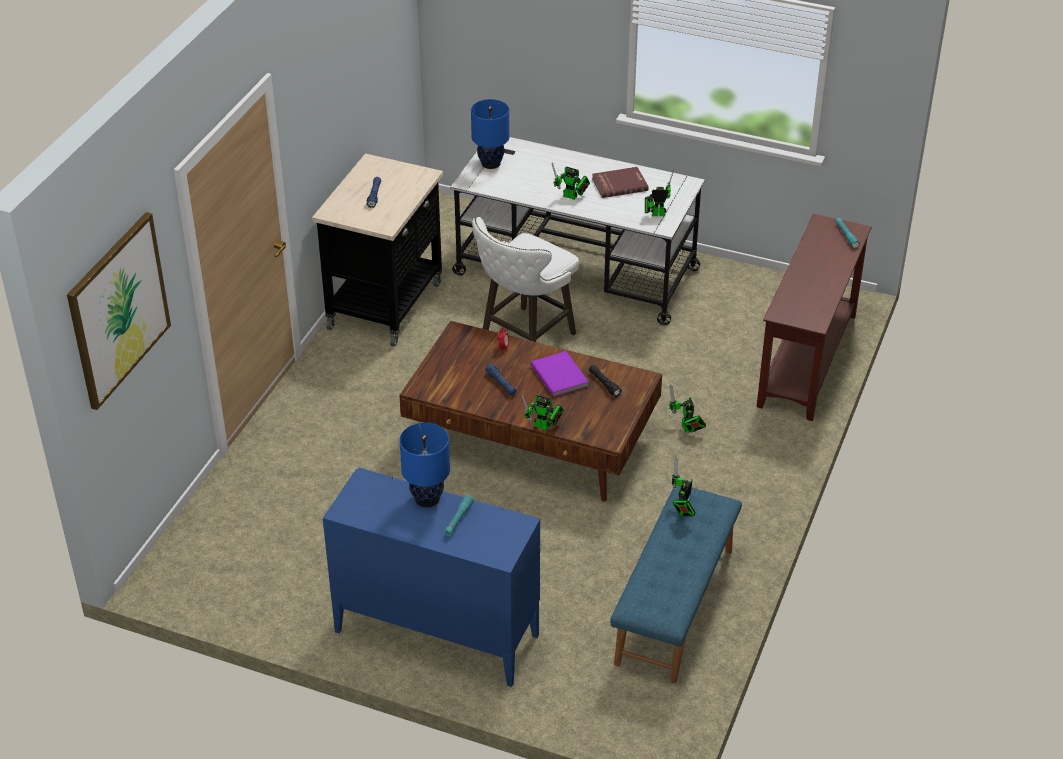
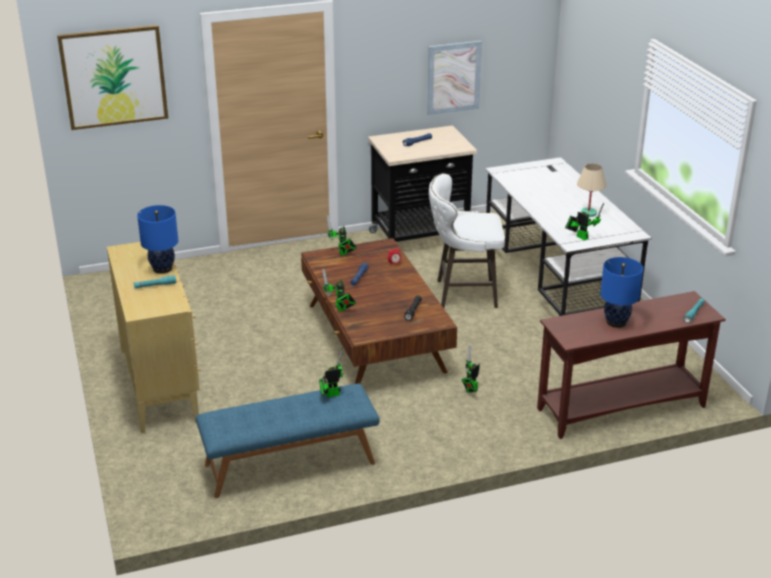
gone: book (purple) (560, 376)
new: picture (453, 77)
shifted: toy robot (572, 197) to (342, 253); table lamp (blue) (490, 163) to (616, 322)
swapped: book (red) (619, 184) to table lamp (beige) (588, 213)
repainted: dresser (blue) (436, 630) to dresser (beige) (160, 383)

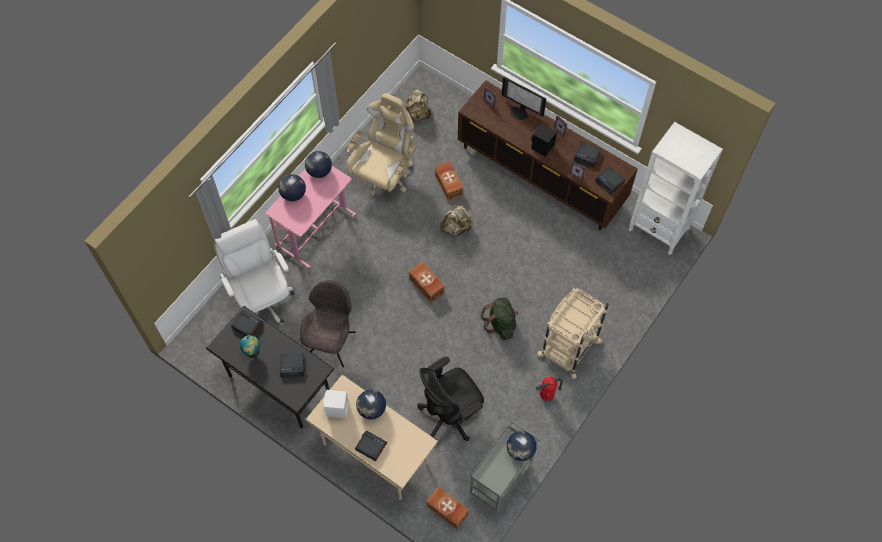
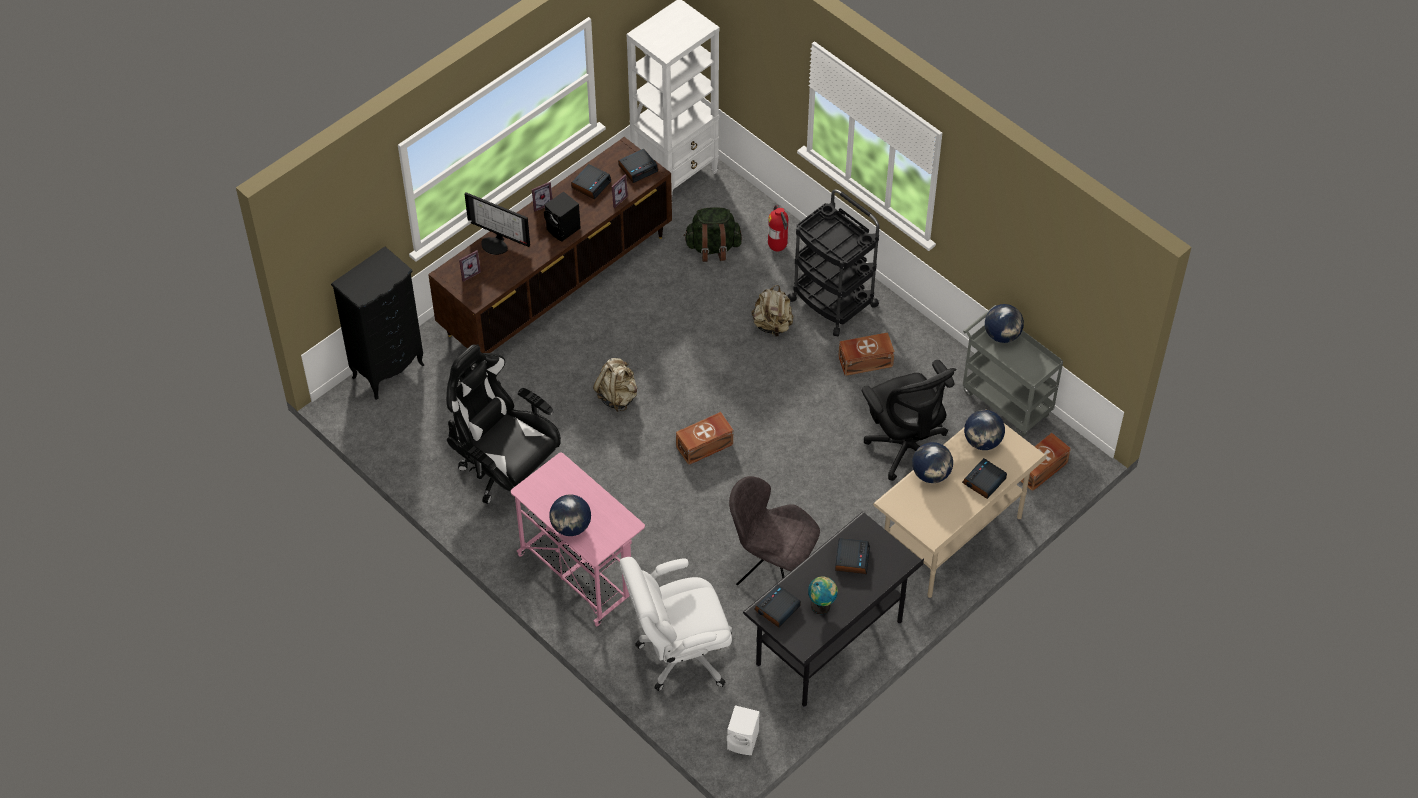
new: dresser (black) (389, 372)
shifted: backpack (green) (500, 323) to (713, 248); speaker (white) (337, 410) to (744, 741); backpack (beige) (418, 114) to (772, 325); fire extinguisher (546, 396) to (778, 248); storage box (brown) (449, 184) to (864, 361); globe (319, 171) to (983, 442)
repainted: office chair (beige) (384, 177) to office chair (black) (507, 472); cart (beige) (568, 348) to cart (black) (832, 302)
rotated: monitor (520, 111) = (496, 244) 75 degrees clockwise

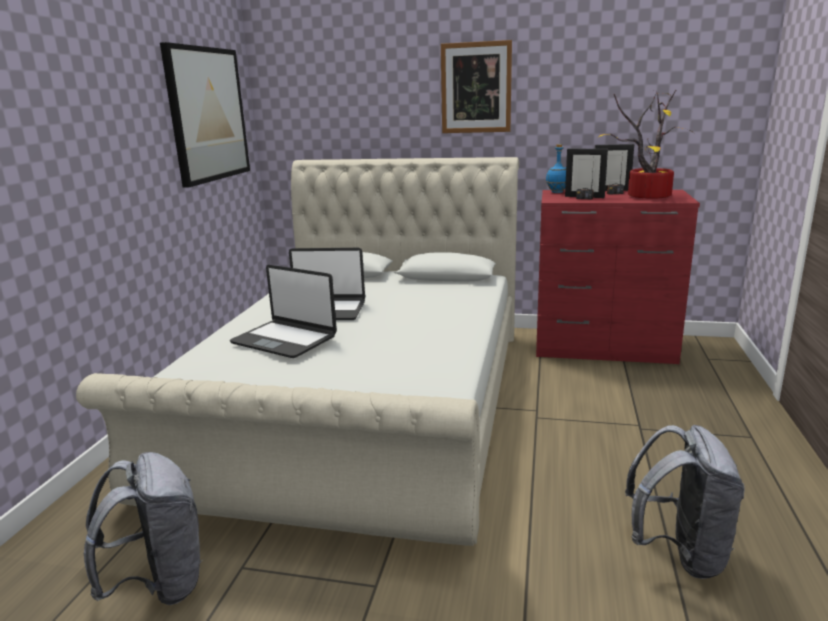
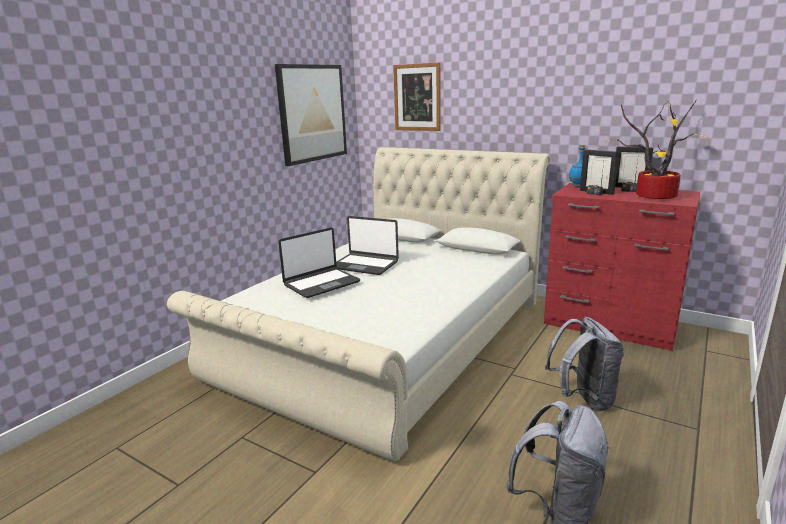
shifted: picture (476, 88) to (417, 97); backpack (grey) (160, 584) to (583, 399)
rotated: laptop (285, 339) = (321, 283) 90 degrees counterclockwise

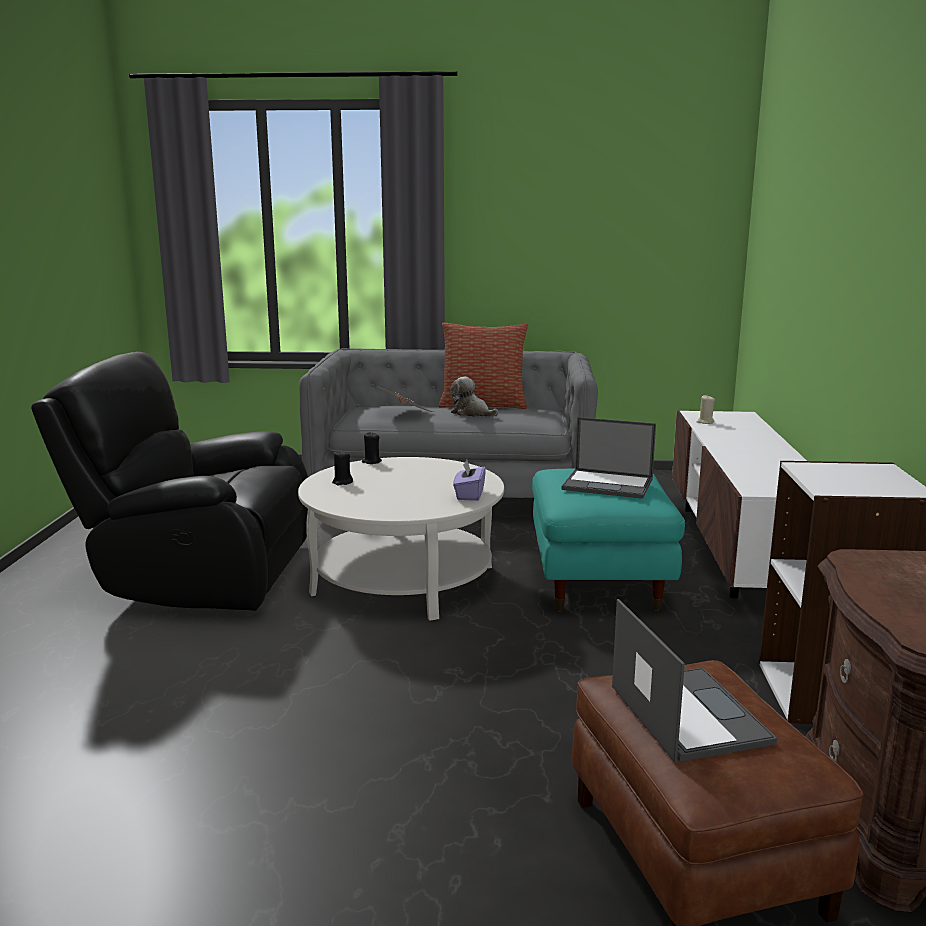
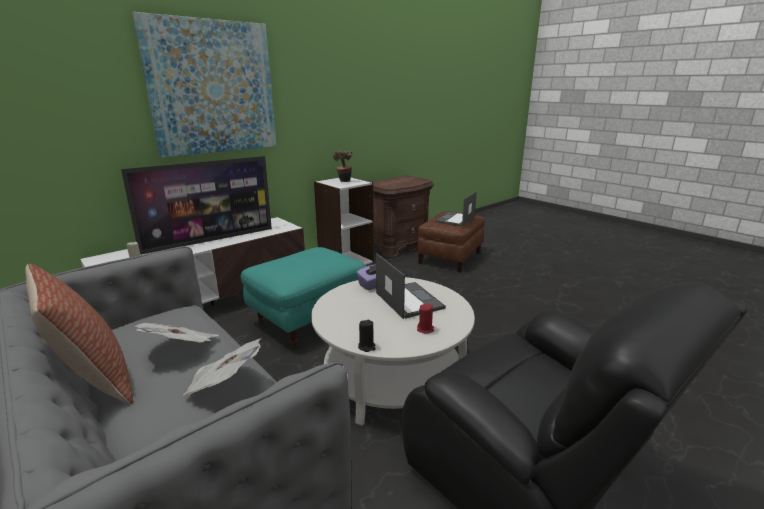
new: television (210, 240); picture (213, 88); potted plant (344, 182)
shifted: laptop (609, 484) to (408, 300)
swapped: plush toy (471, 413) to newspaper (182, 348)
repainted: candle (black) (342, 482) to candle (red) (425, 329)

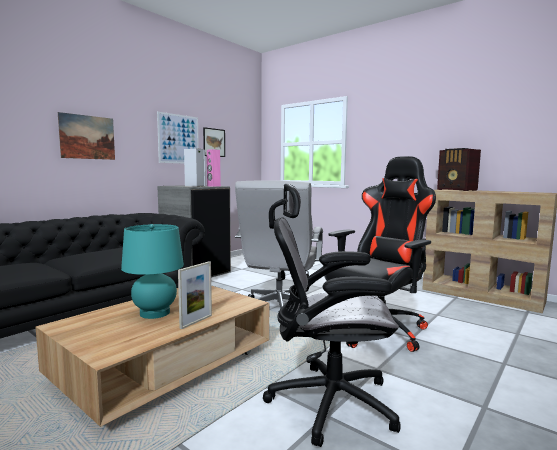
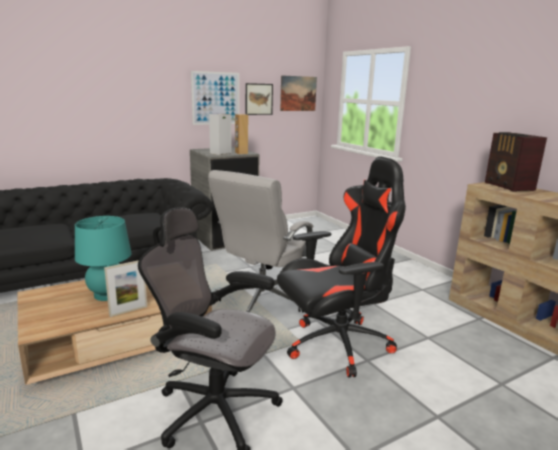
shifted: picture (87, 137) to (298, 93)
repainted: speaker (pink) (213, 186) to speaker (brown) (241, 153)

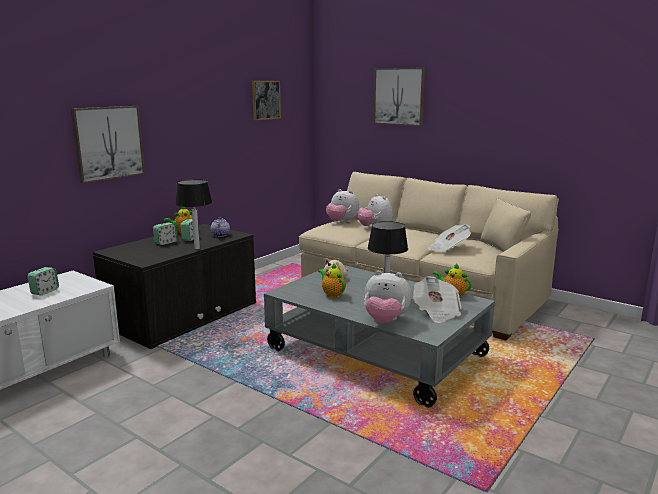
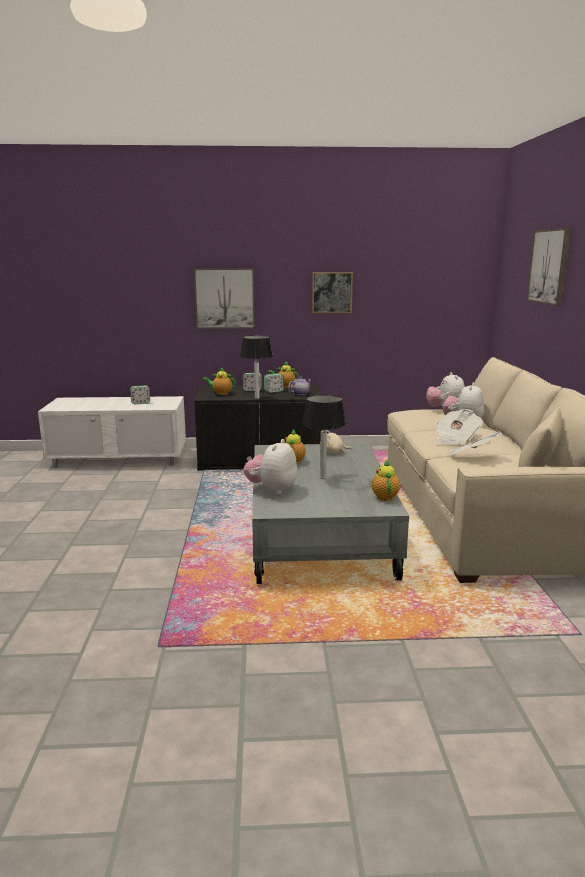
new: teapot (221, 393)
shifted: picture (265, 100) to (332, 292); newspaper (436, 312) to (455, 440)
rotated: plush toy (385, 321) = (272, 490) 45 degrees clockwise

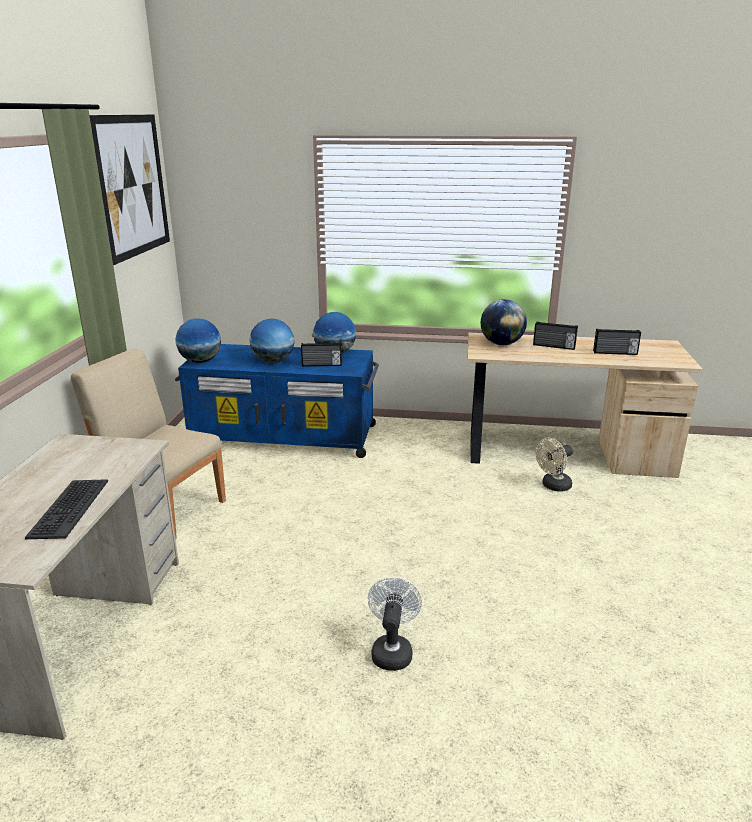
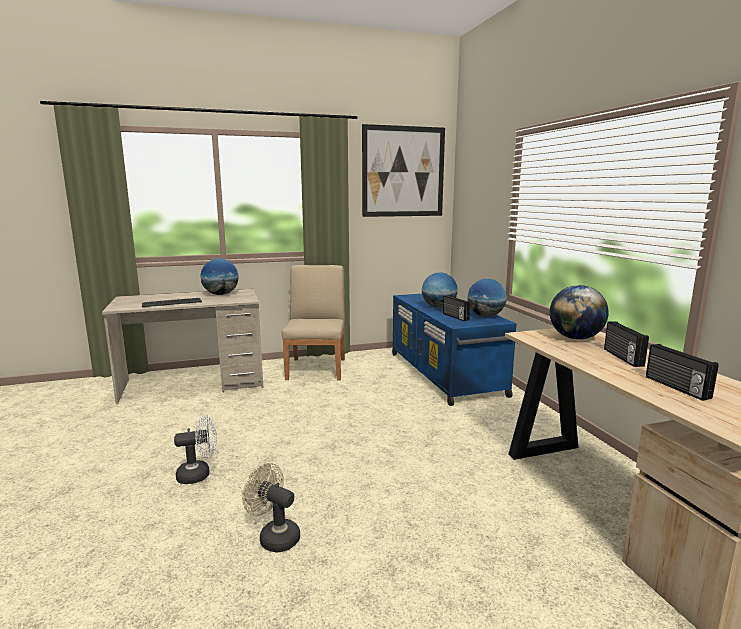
shifted: globe (200, 361) to (221, 294); fan (beige) (553, 486) to (274, 536)

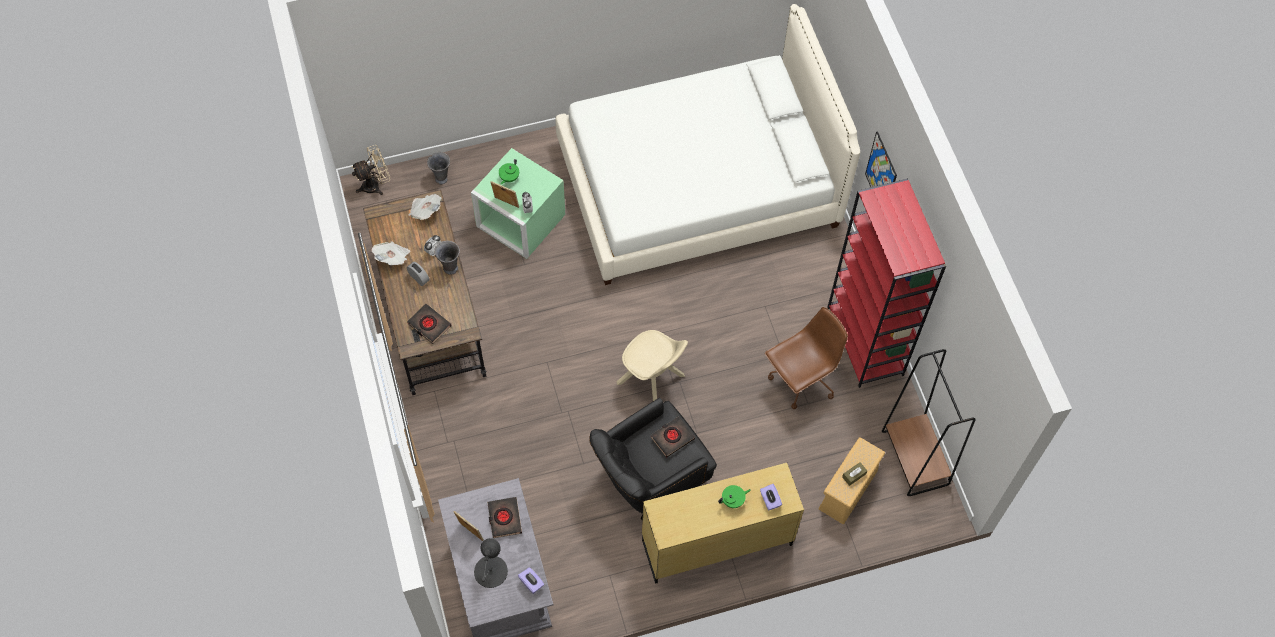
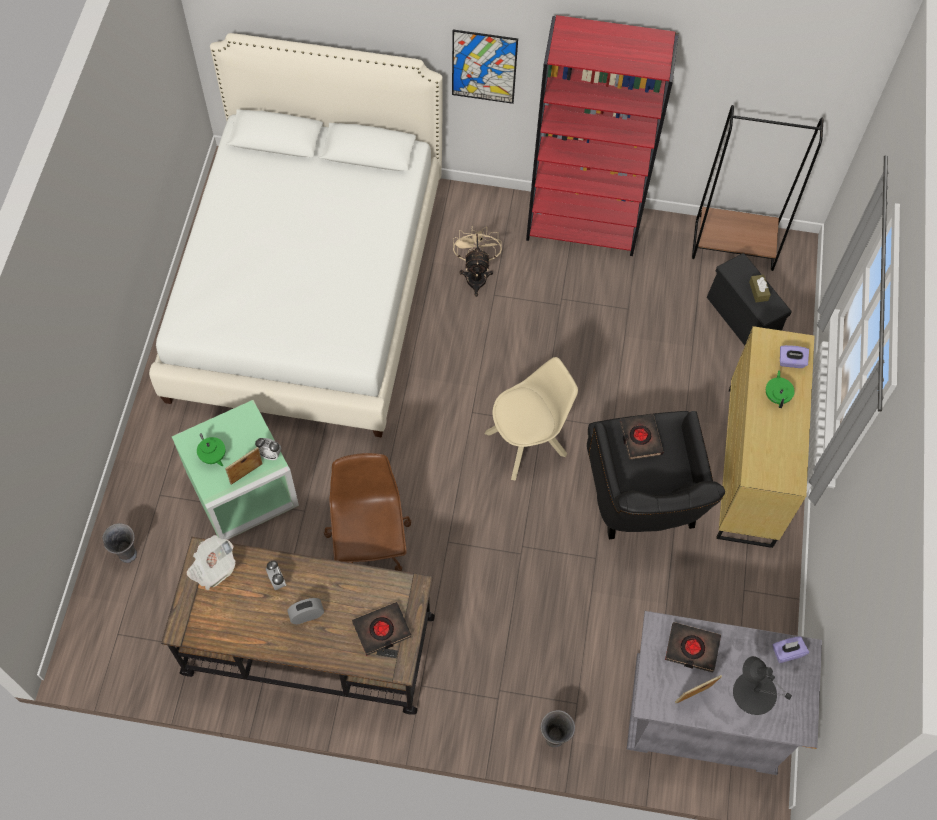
gone: newspaper (393, 258)
shifted: office chair (brown) (800, 381) to (370, 546); fan (beige) (375, 185) to (476, 275); vase (grey) (450, 268) to (553, 738)
repainted: storage box (beige) (847, 491) to storage box (black) (743, 320)

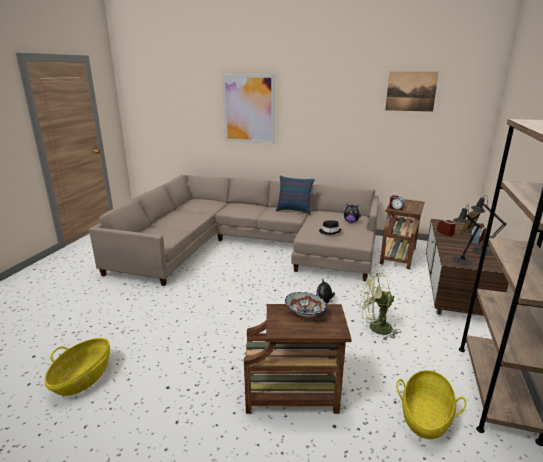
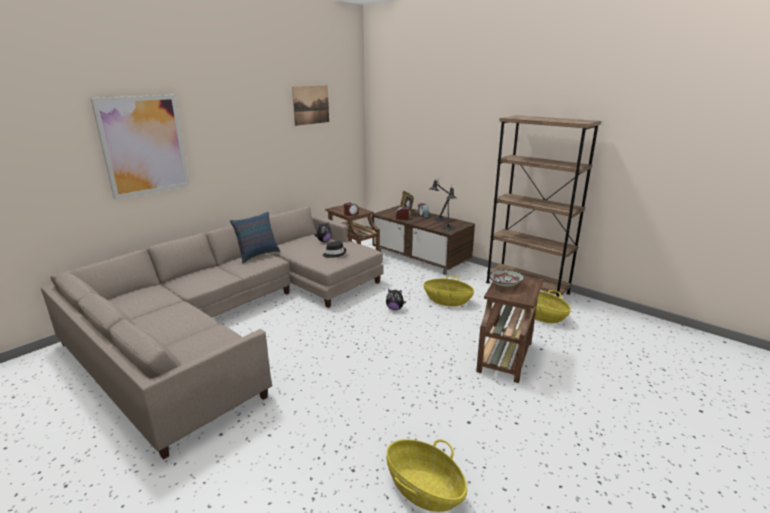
swapped: fan (green) (375, 329) to basket (447, 301)

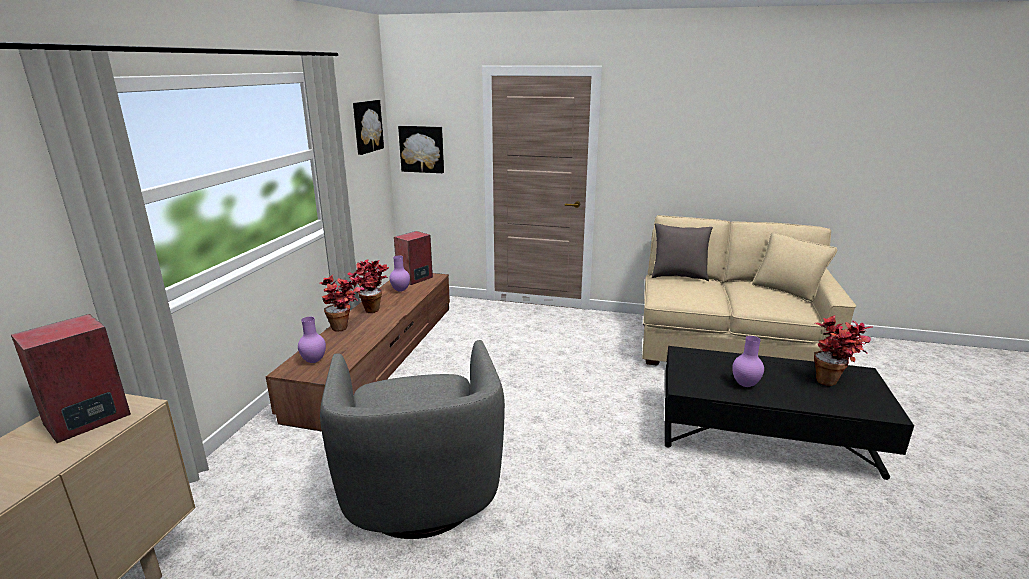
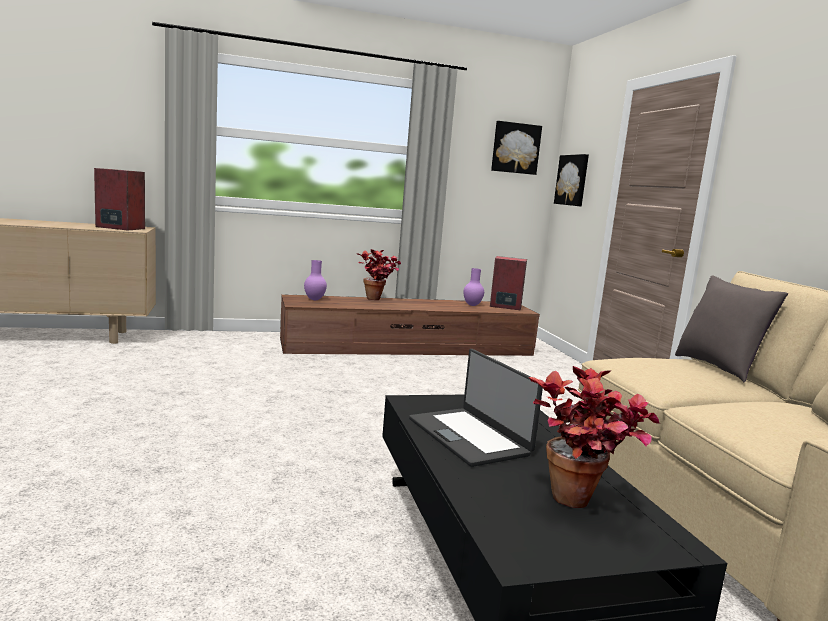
gone: armchair (grey) (420, 496); potted plant (372, 308)
swapped: vase (purple) (745, 384) to laptop (469, 436)

